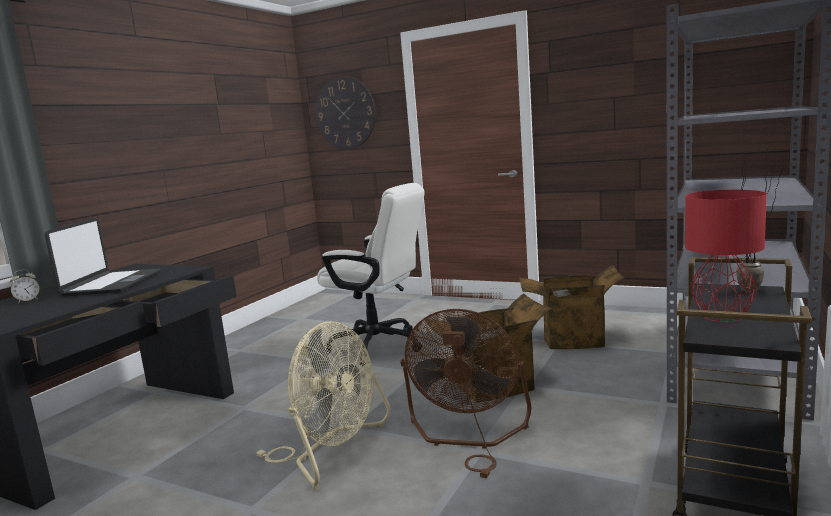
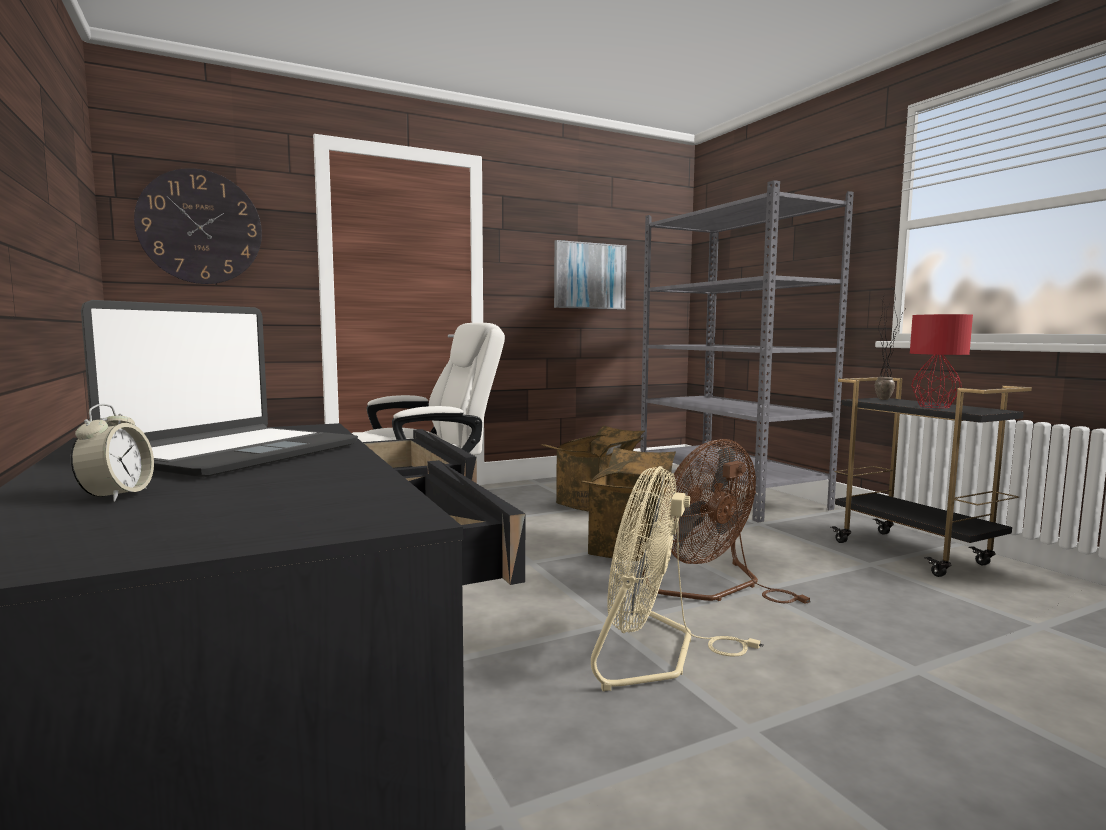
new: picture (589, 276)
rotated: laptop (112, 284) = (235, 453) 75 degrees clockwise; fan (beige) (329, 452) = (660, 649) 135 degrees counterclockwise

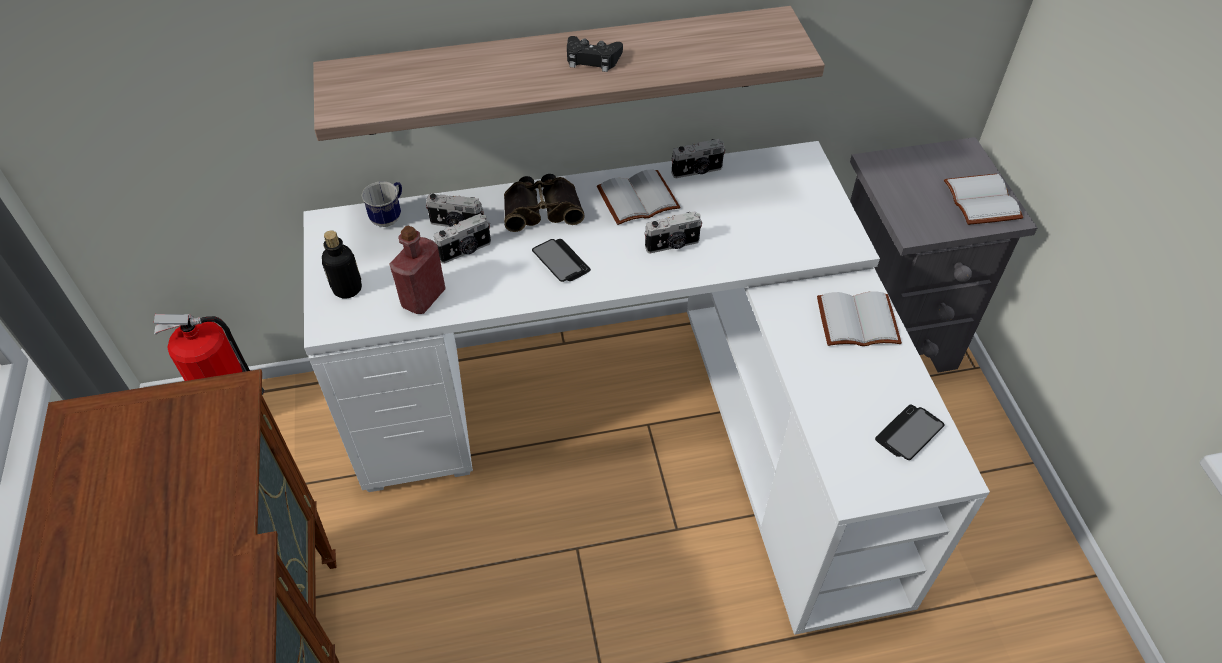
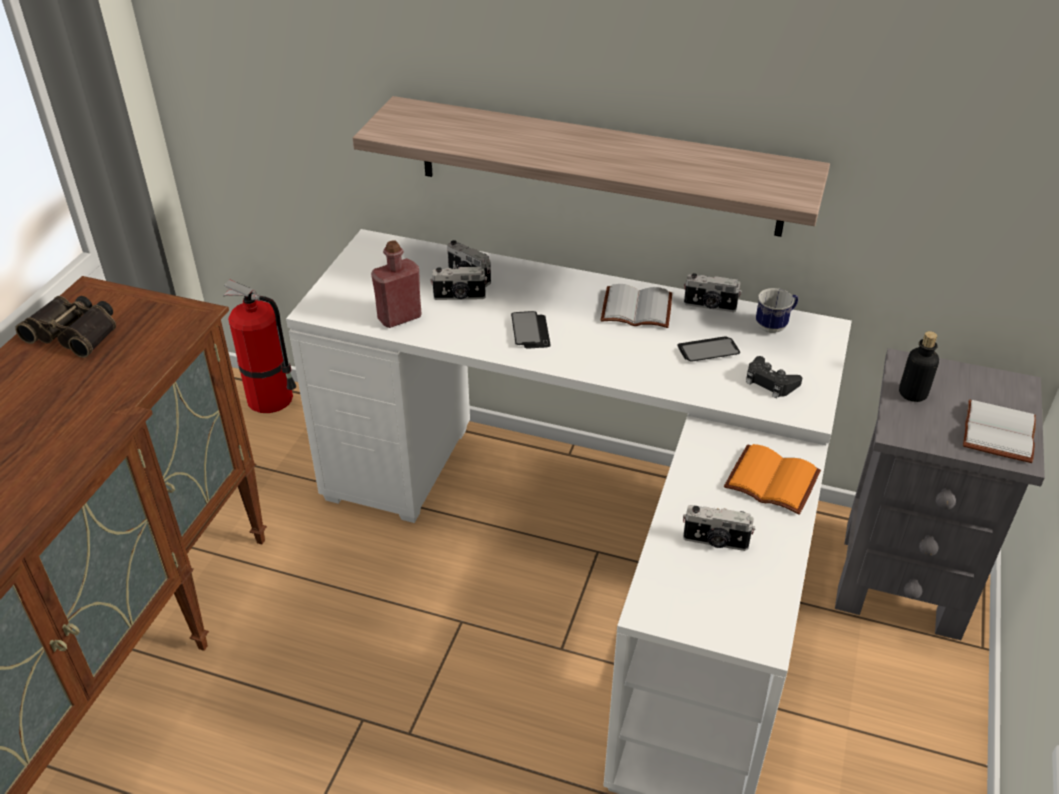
shifted: binoculars (542, 208) to (76, 332); phone (909, 433) to (708, 351); photo camera (672, 245) to (715, 542); game controller (black) (592, 59) to (770, 382); mug (389, 216) to (775, 325); bottle (347, 288) to (913, 393)
repainted: book (white) (856, 323) to book (orange) (769, 482)

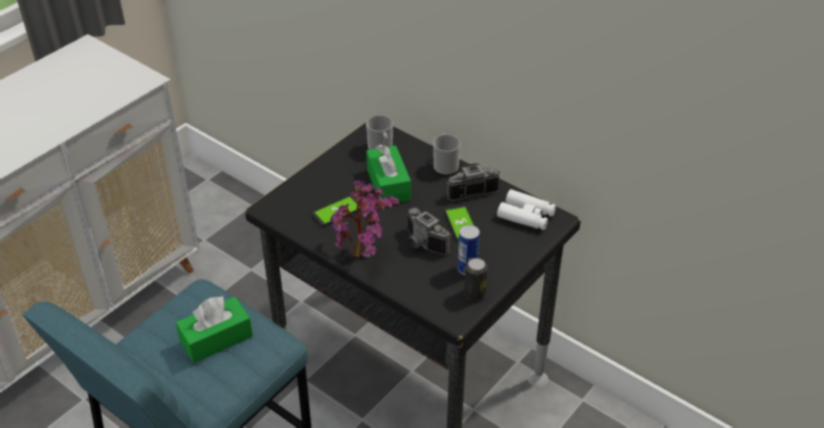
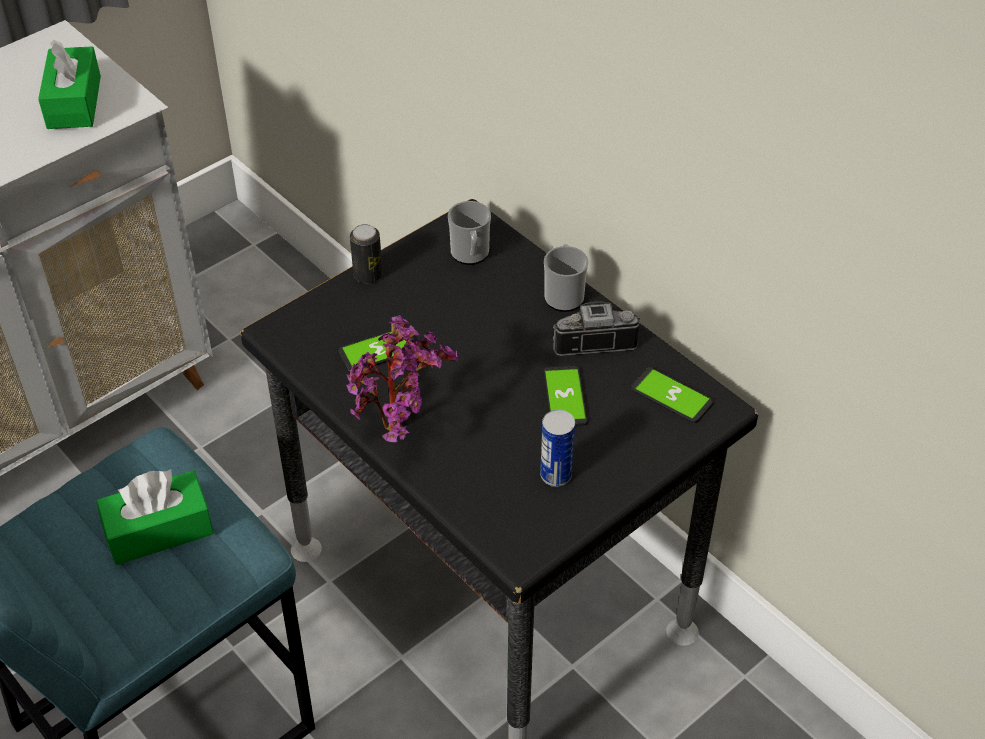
gone: photo camera (422, 244)
shifted: tissue box (green) (388, 184) to (74, 102); can (474, 294) to (368, 275)
swapped: binoculars (white) (526, 215) to phone (671, 396)

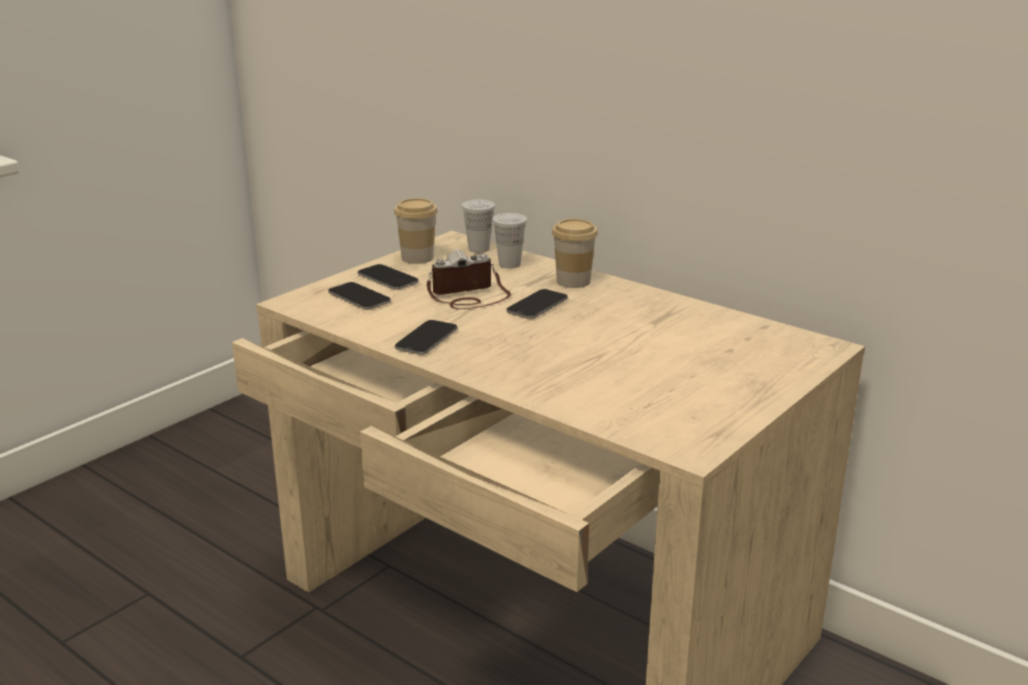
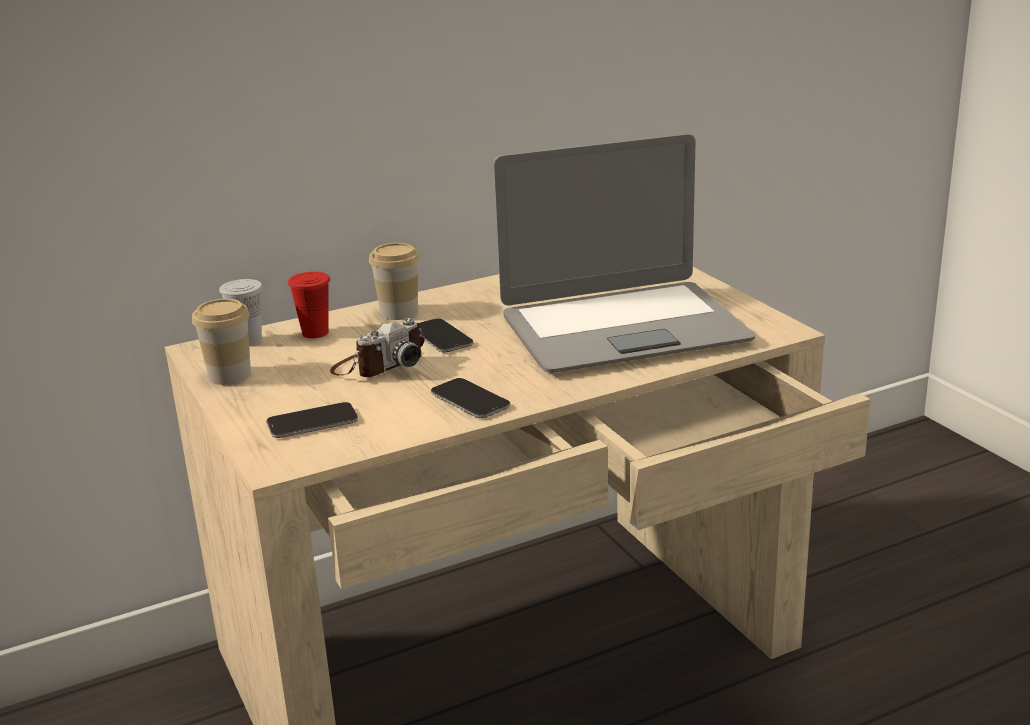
gone: phone (388, 278)
new: laptop (622, 329)
repainted: cup (white) (509, 264) to cup (red) (315, 333)
rotated: photo camera (468, 296) = (379, 364) 135 degrees counterclockwise

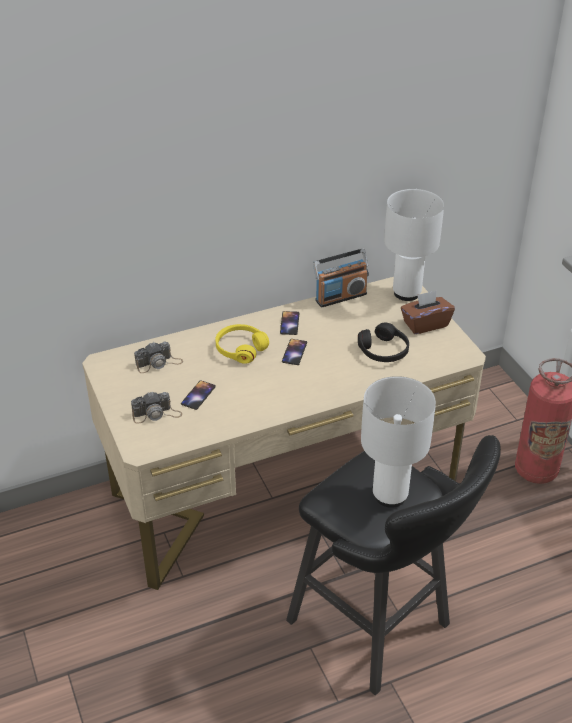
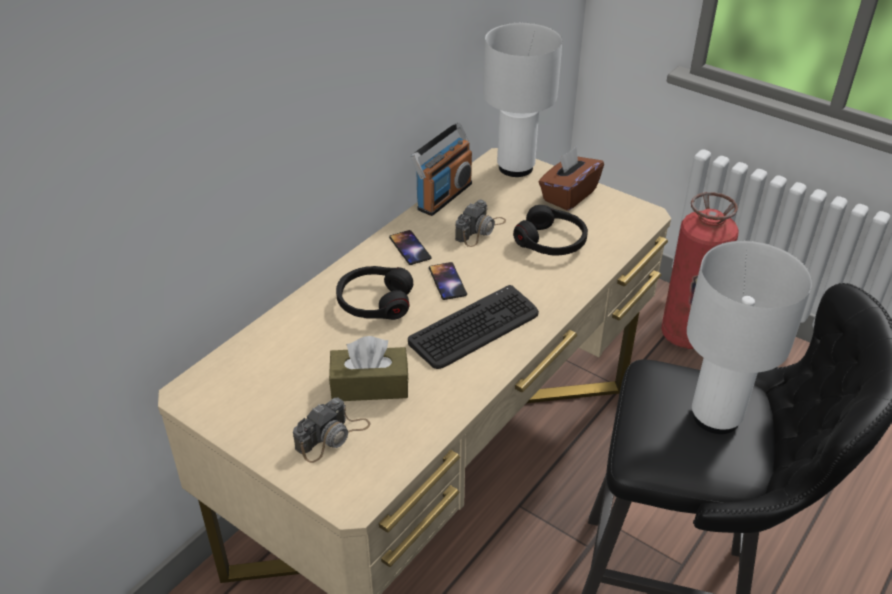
new: keyboard (475, 328)
shifted: photo camera (159, 363) to (480, 230)
swapped: phone (198, 395) to tissue box (brown) (369, 386)
repainted: headphones (yellow) (240, 349) to headphones (black) (374, 302)

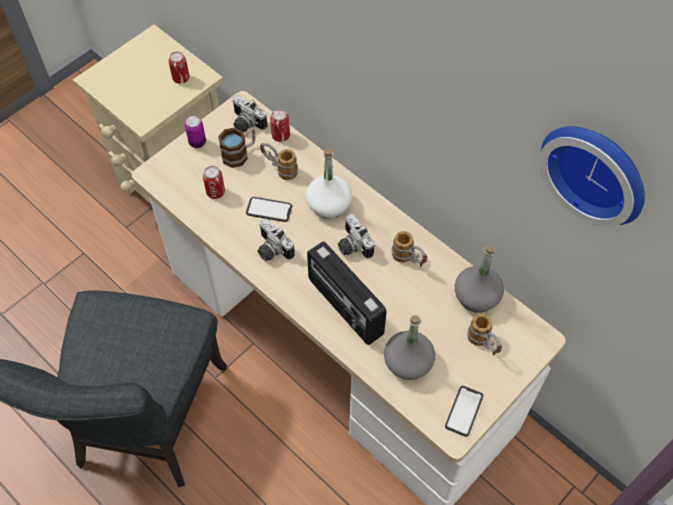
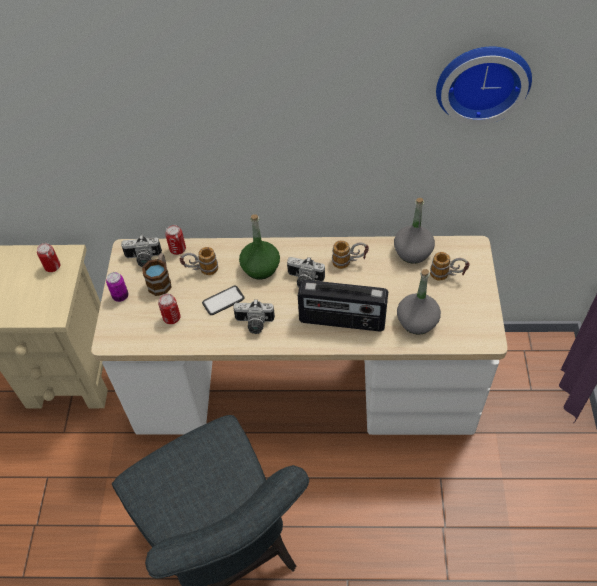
gone: phone (464, 411)
repainted: bottle (white) (329, 204) to bottle (green) (260, 267)

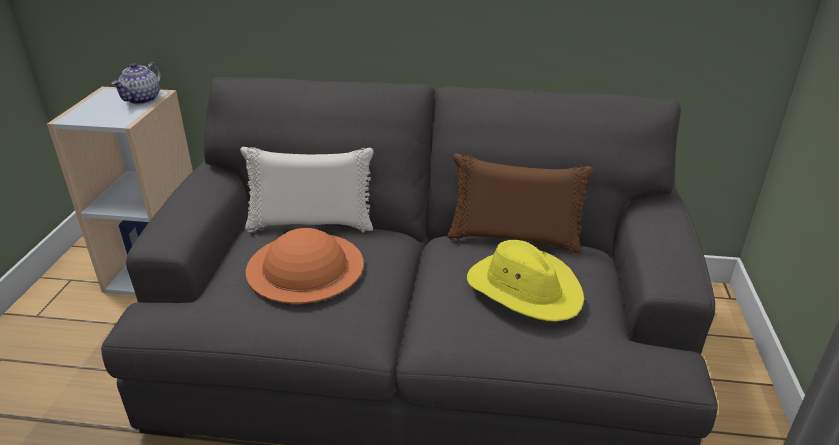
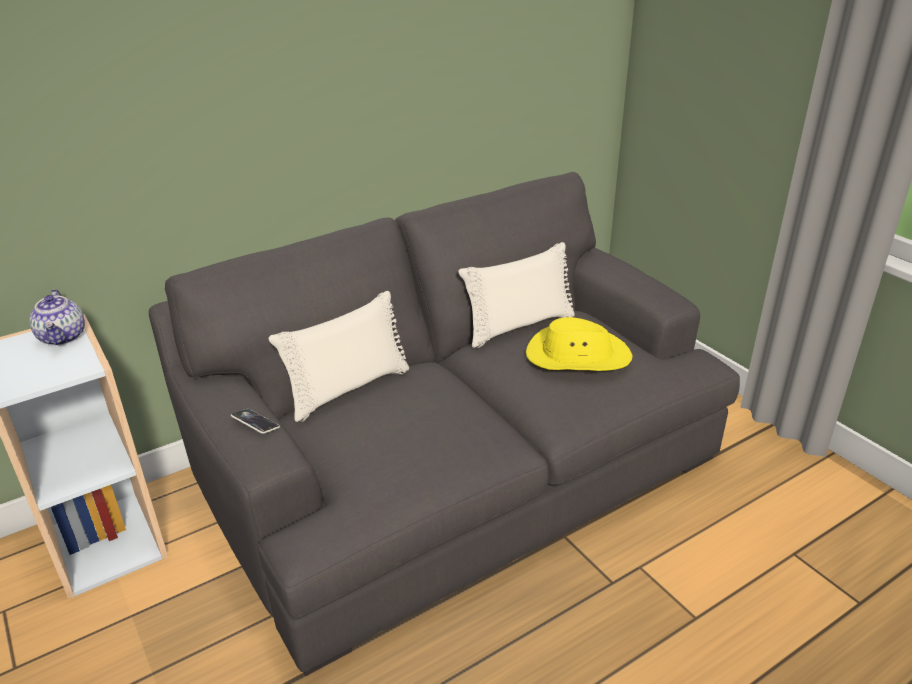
gone: hat (orange) (305, 266)
new: phone (255, 423)
repainted: pillow (brown) (514, 238) to pillow (white) (518, 326)

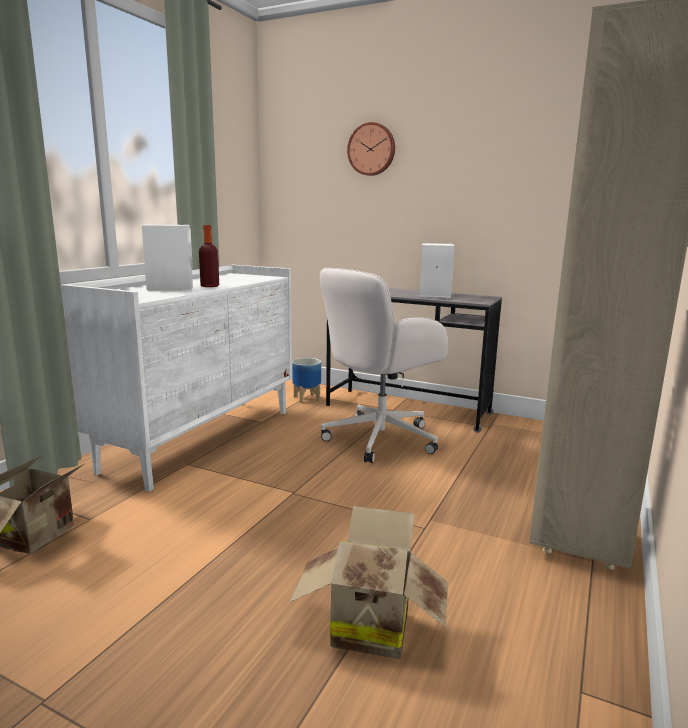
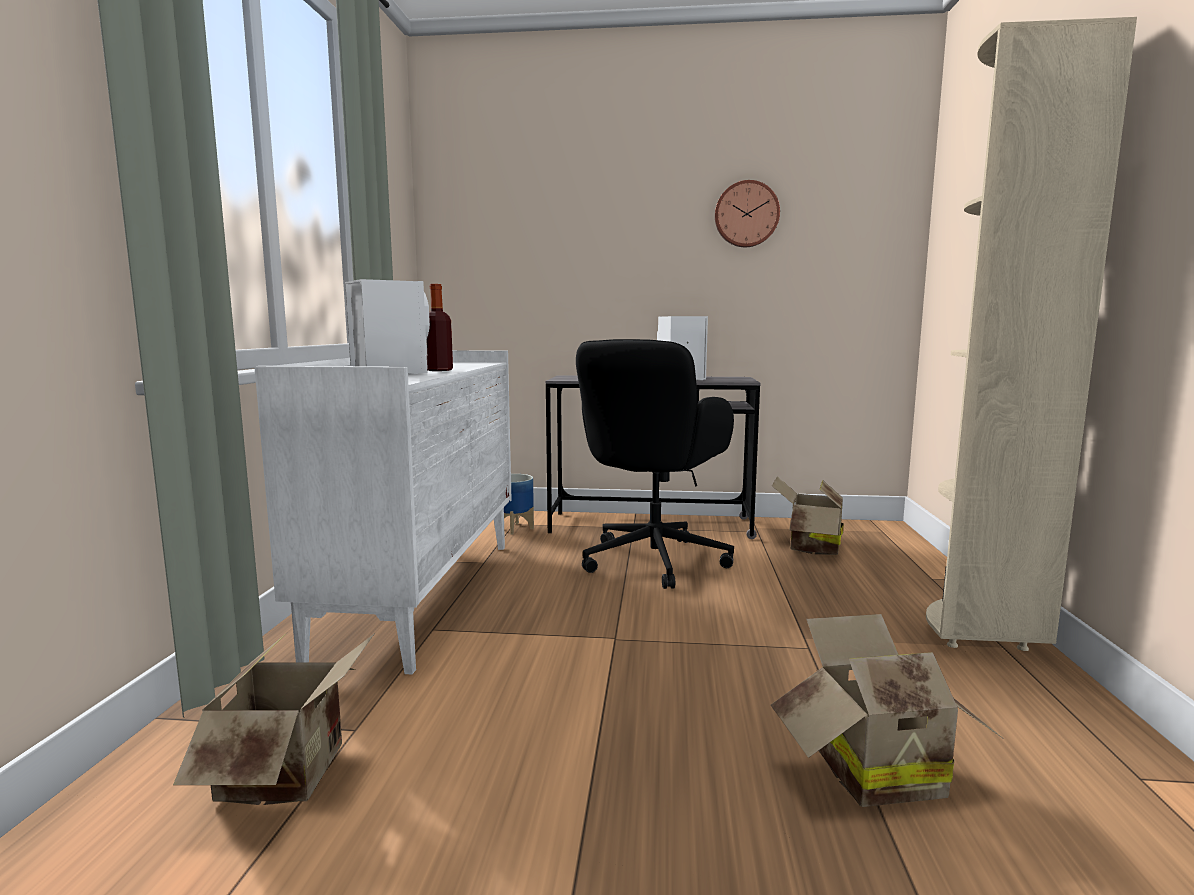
new: cardboard box (810, 547)
shifted: wall clock (372, 149) to (746, 214)
repainted: office chair (white) (380, 439) to office chair (black) (654, 561)

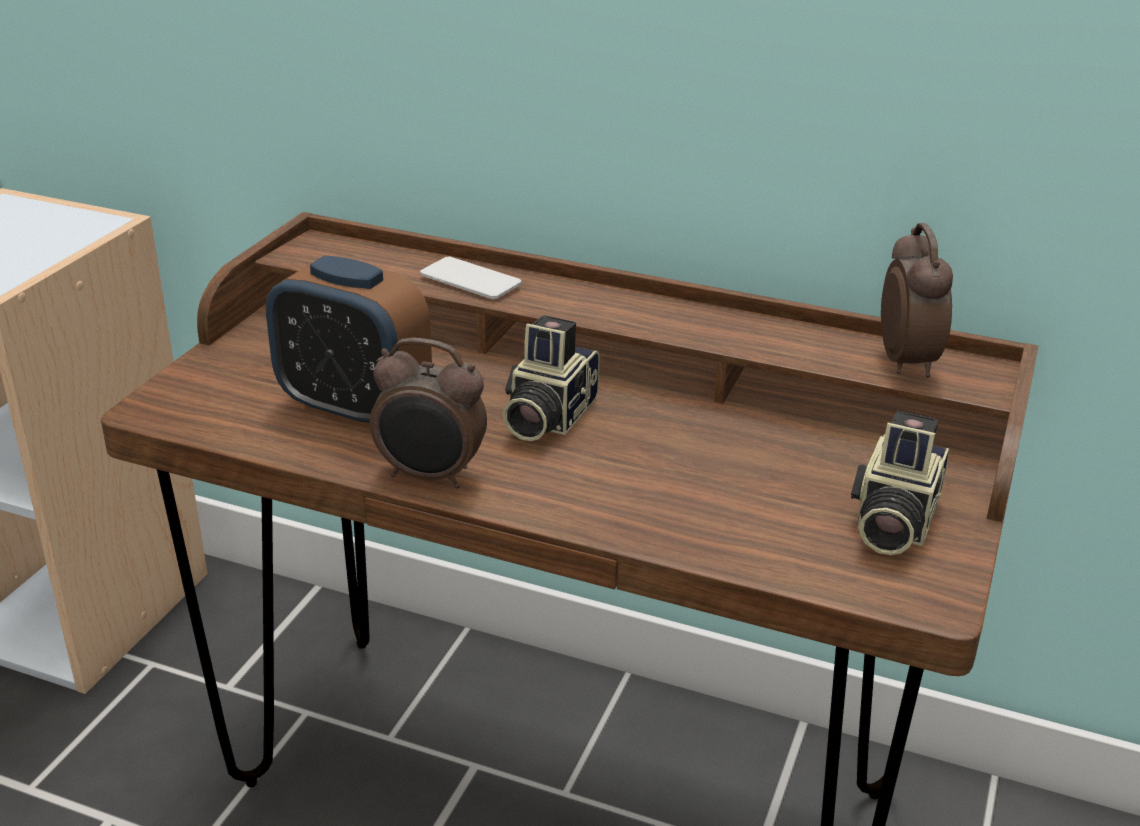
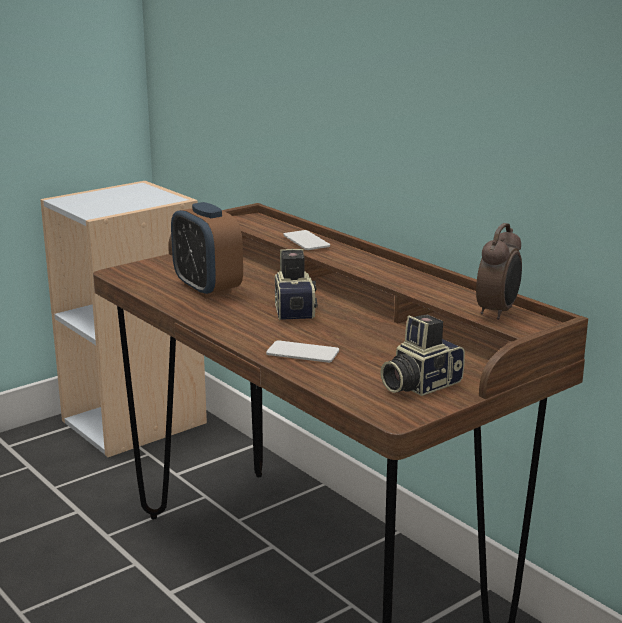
gone: alarm clock (430, 476)
new: phone (302, 353)
rotated: photo camera (546, 417) = (295, 309) 120 degrees clockwise

